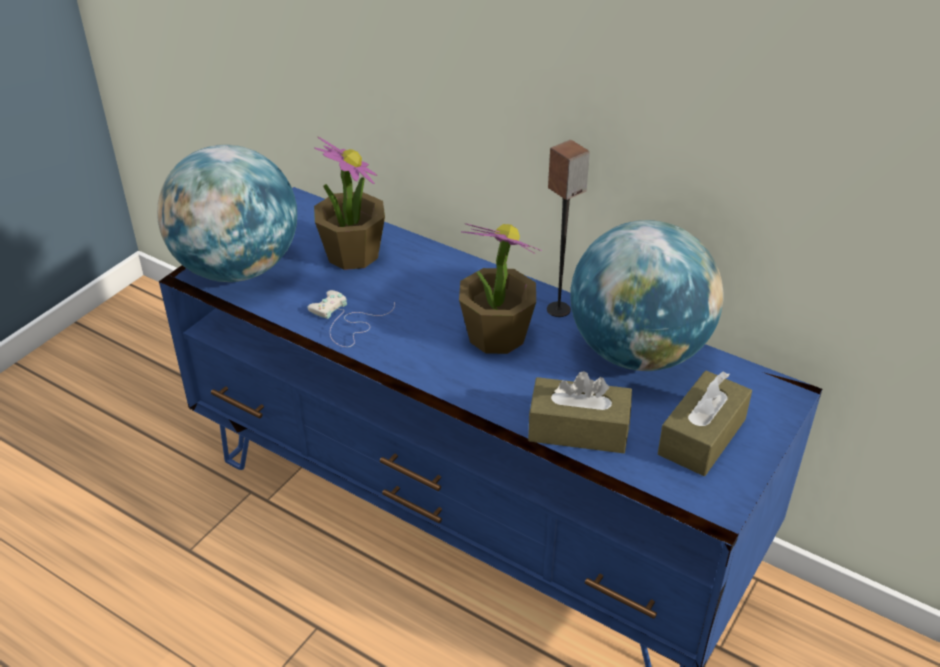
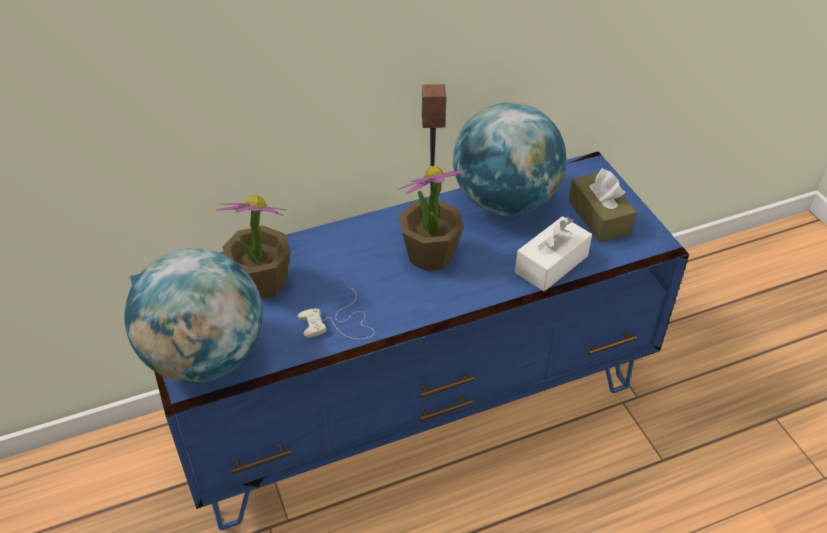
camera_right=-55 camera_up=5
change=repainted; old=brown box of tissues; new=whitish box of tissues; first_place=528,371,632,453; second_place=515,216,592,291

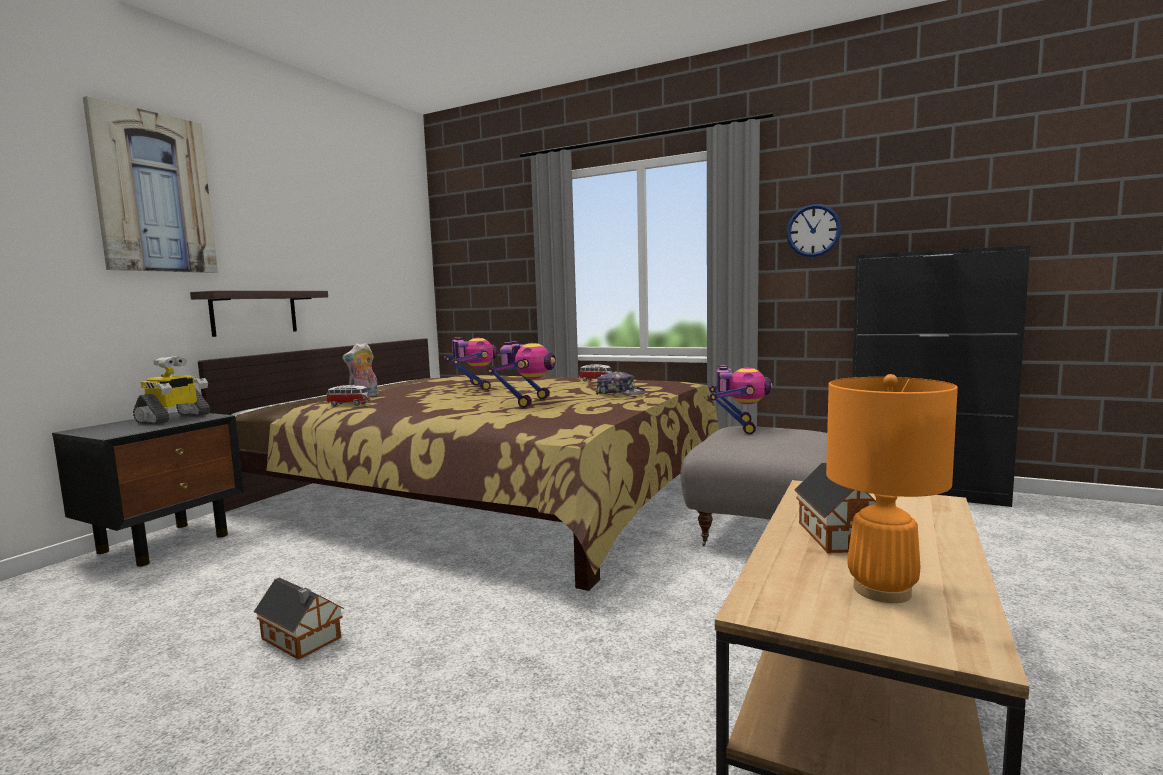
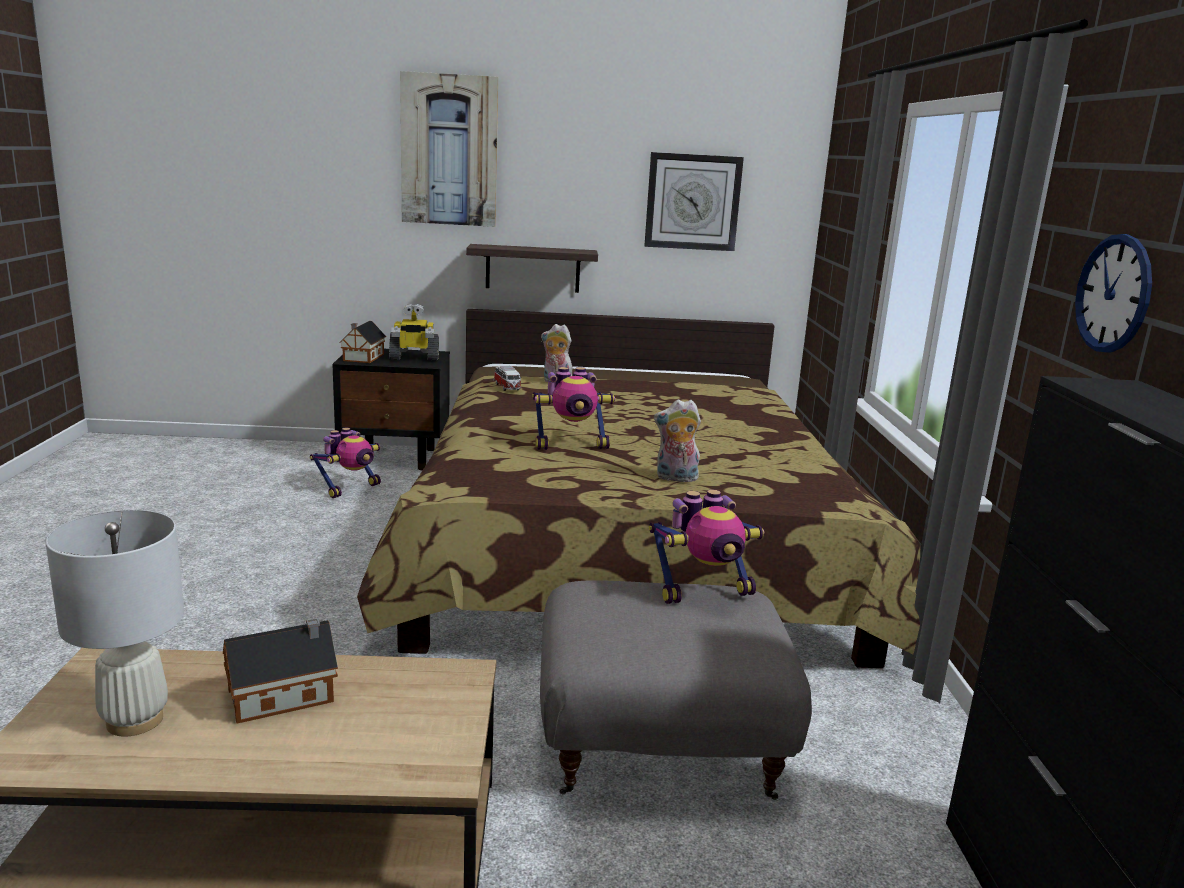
camera_right=60 camera_up=10
change=repainted; old=orangey table lamp; new=whitish table lamp; first_place=826,374,958,603; second_place=45,510,184,737
change=shifted; old=model robot; first_place=444,337,498,390; second_place=310,428,381,498
change=shifted; old=miniature house; first_place=254,578,344,660; second_place=339,321,386,363
change=new; new=wall clock; second_place=644,152,744,251
change=swapped; old=baseball cap; new=plush toy; first_place=596,371,645,395; second_place=654,400,701,482
change=gone; old=model car; first_place=579,364,612,381

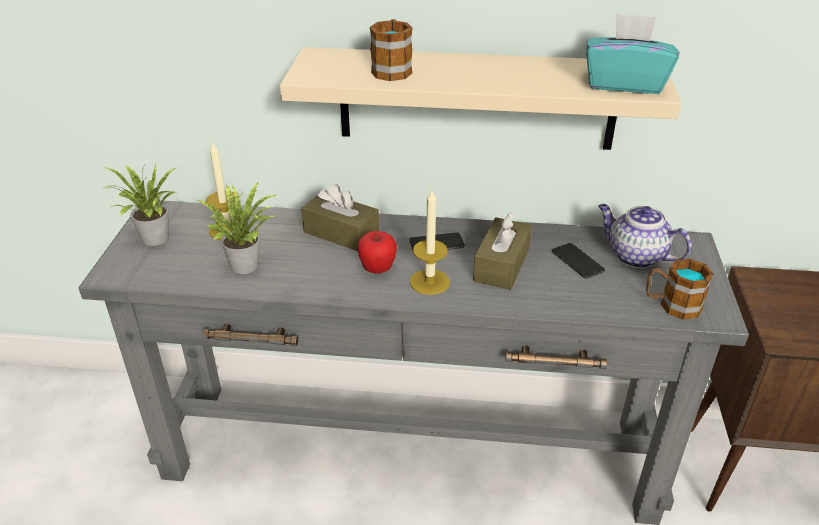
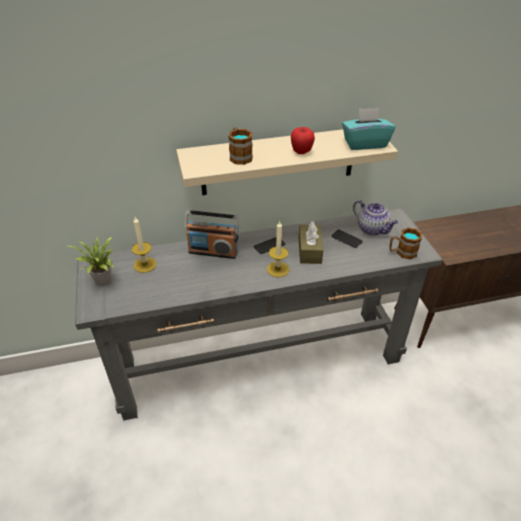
camera_right=-20 camera_up=5
change=swapped; old=brown box of tissues; new=radio set; first_place=301,184,379,251; second_place=185,210,239,259
change=shifted; old=apple; first_place=357,231,397,274; second_place=291,127,315,154
change=rotated; old=tea pot; first_place=598,204,692,268; second_place=353,200,398,236; degrees=-150
change=gone; old=houseplant; first_place=197,182,277,274

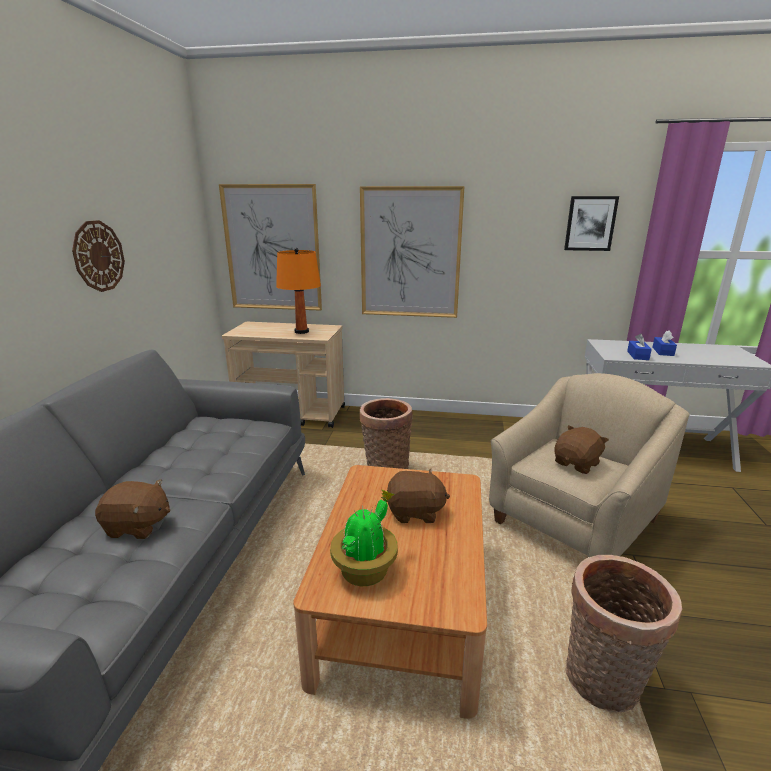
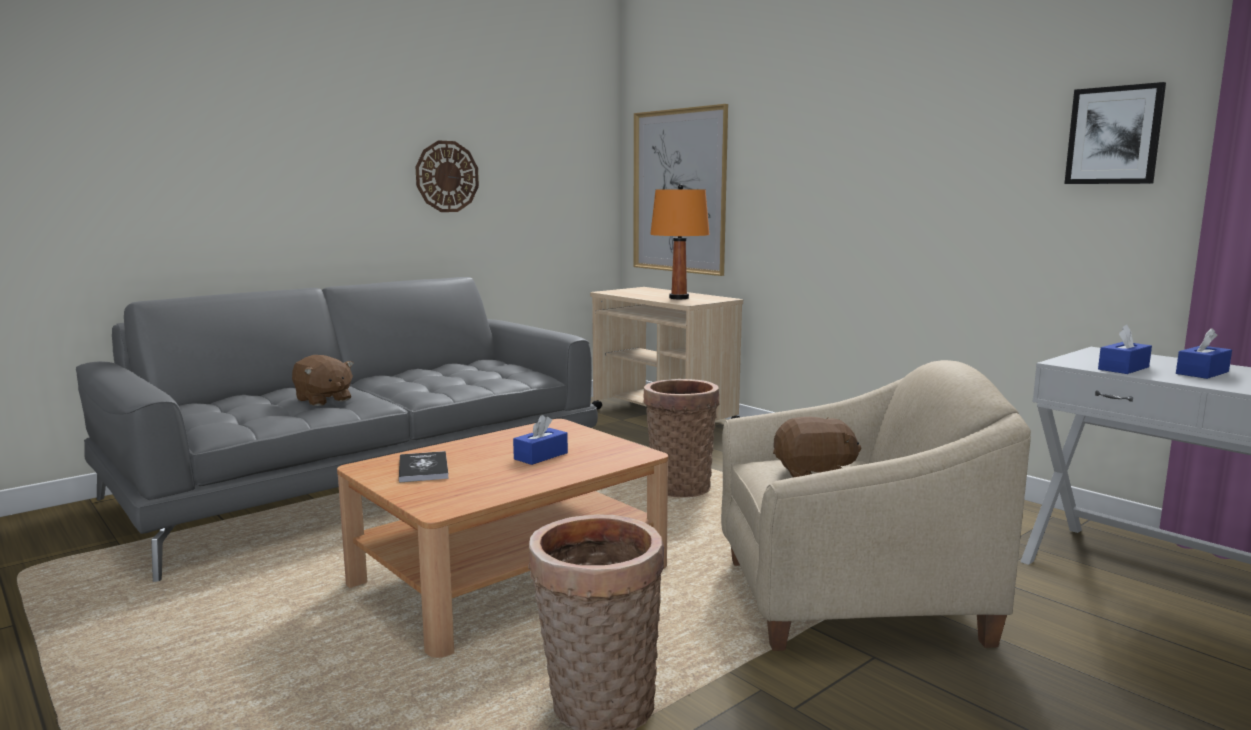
camera_right=40 camera_up=-10
change=swapped; old=houseplant; new=bound book; first_place=330,489,398,586; second_place=399,451,449,483
change=swapped; old=brown plush toy; new=blue box of tissues; first_place=387,469,450,523; second_place=513,415,568,465
change=gone; old=wall art; first_place=360,186,465,318

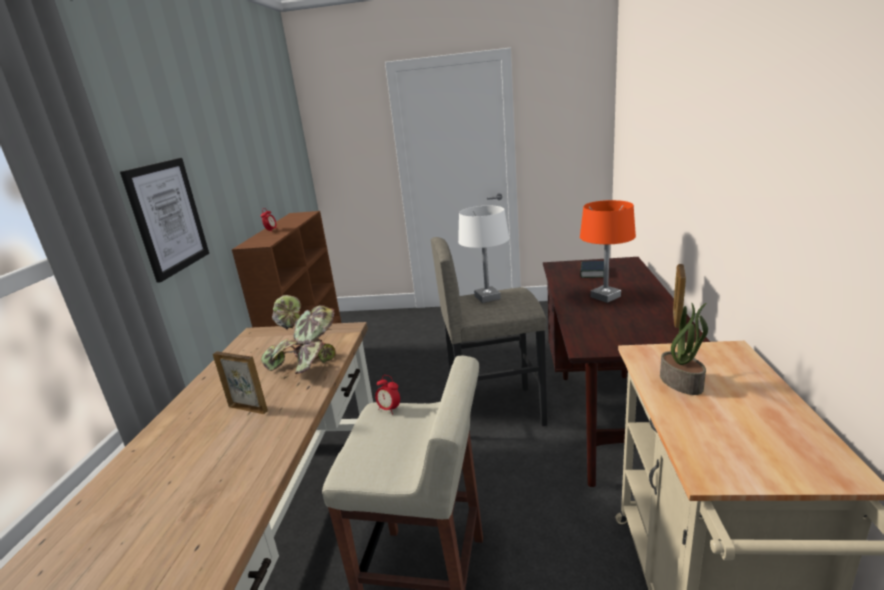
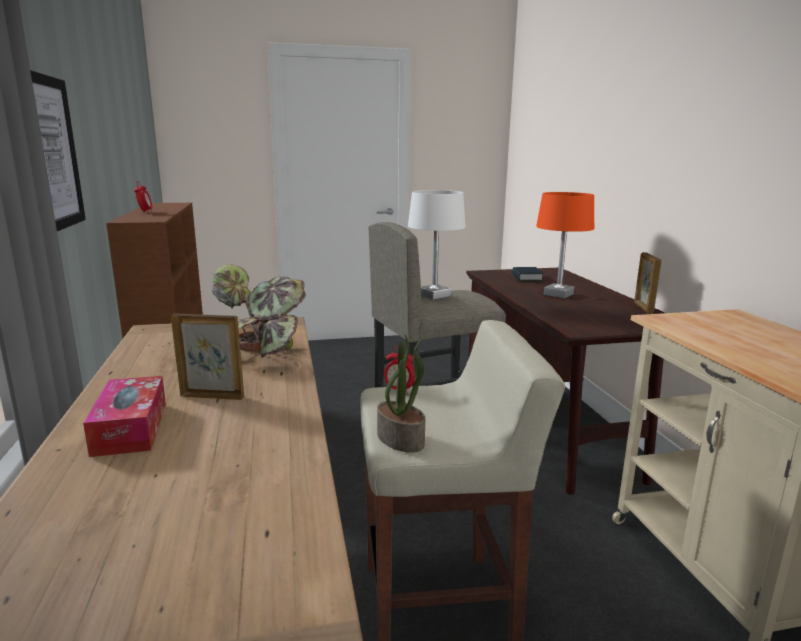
camera_right=-20 camera_up=-5
change=new; new=box of tissues; second_place=83,376,166,457
change=shifted; old=houseplant; first_place=660,303,708,395; second_place=377,335,425,453

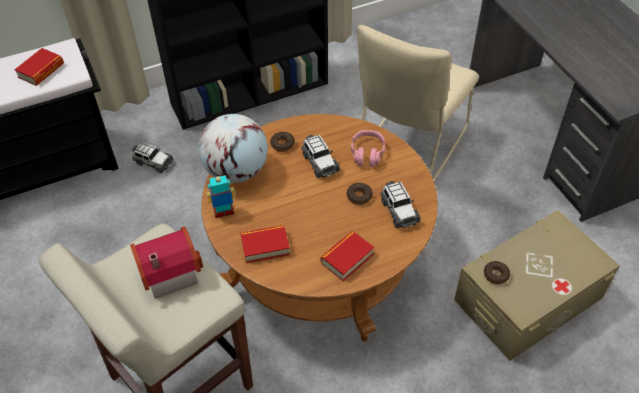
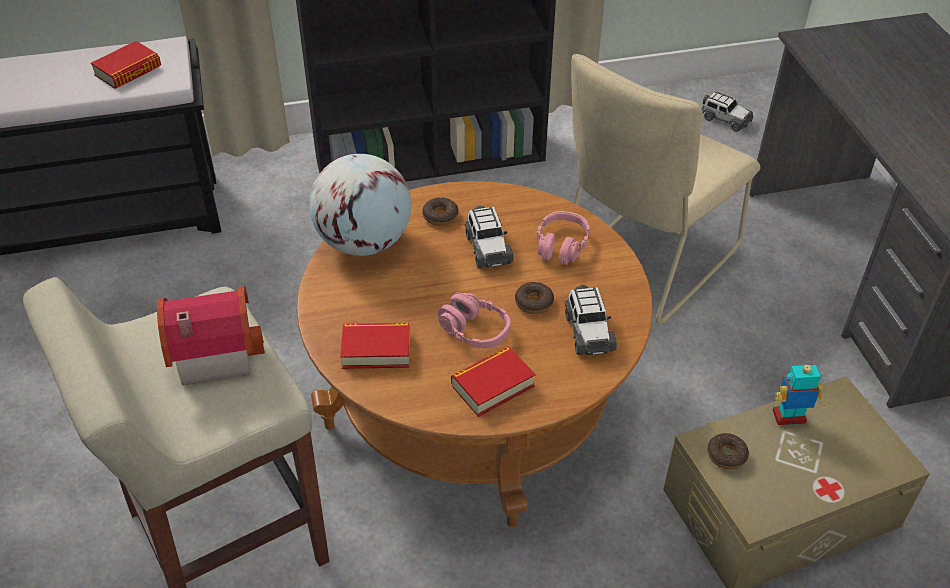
camera_right=10 camera_up=-5
change=new; new=pink pair of headphones; second_place=438,293,511,349
change=shifted; old=model car; first_place=132,142,173,173; second_place=701,91,753,132
change=shifted; old=model robot; first_place=206,175,236,218; second_place=773,361,823,425

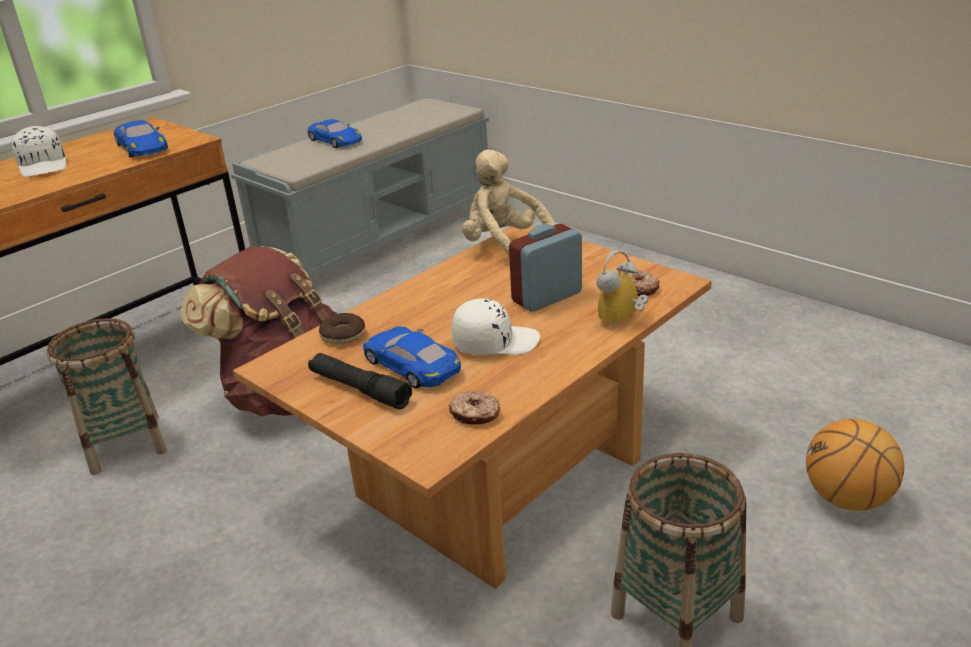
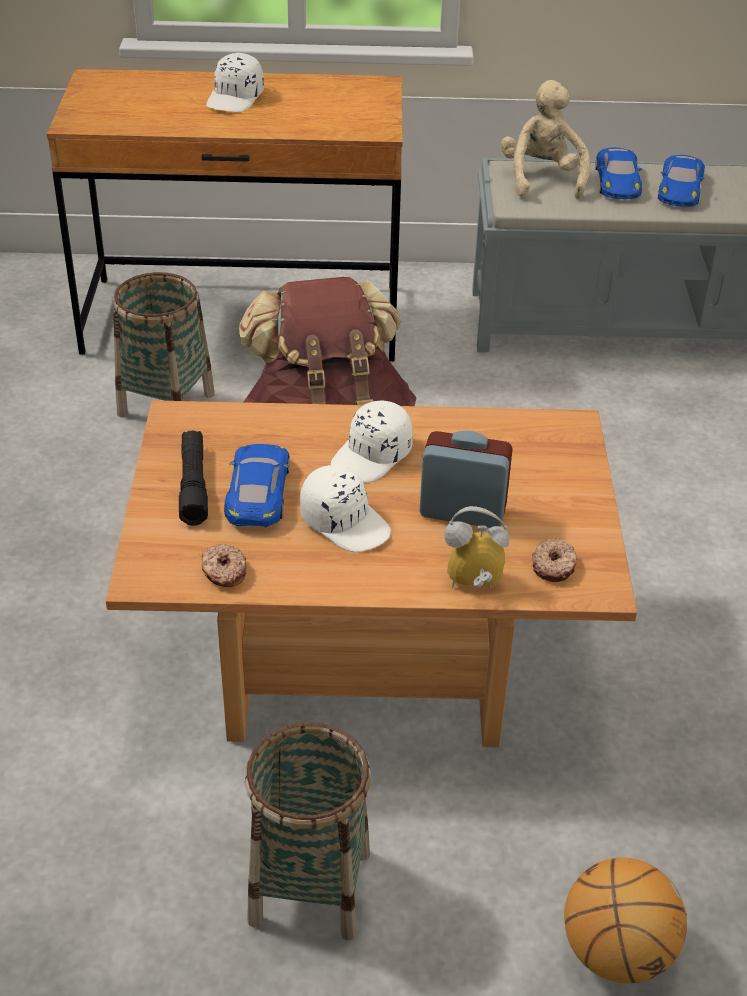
camera_right=45 camera_up=10
change=new; new=whitish baseball cap; second_place=331,401,413,482
change=shifted; old=beige-coloured plush toy; first_place=462,150,556,255; second_place=501,80,590,199
change=shifted; old=blue model car; first_place=114,120,168,158; second_place=658,155,705,207
change=gone; old=doughnut; first_place=319,313,365,345

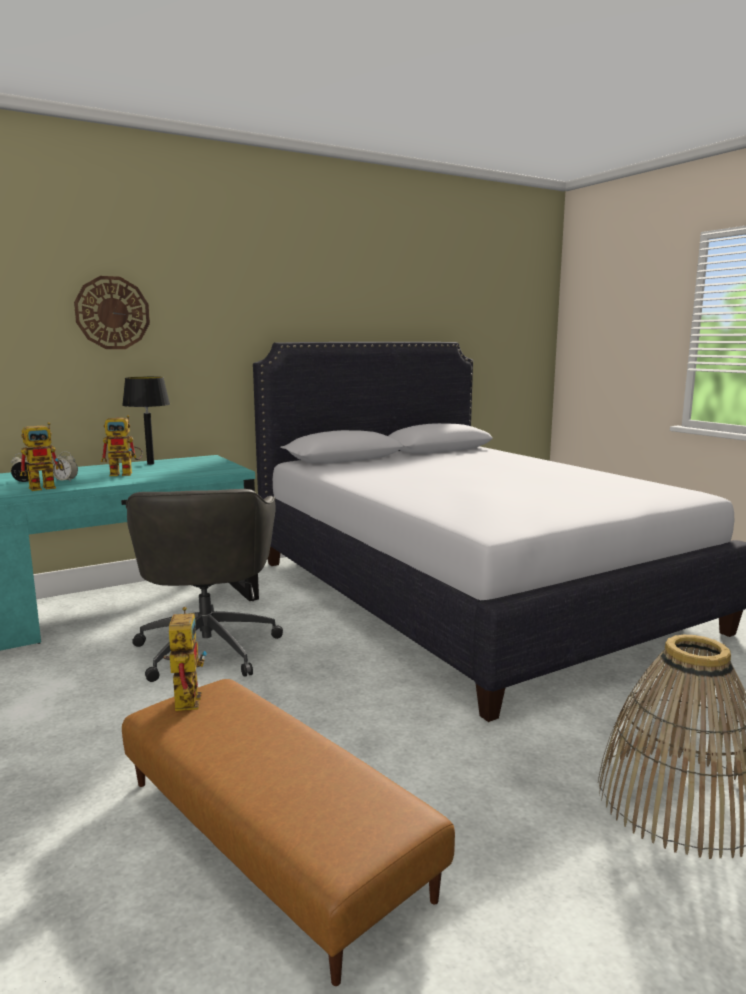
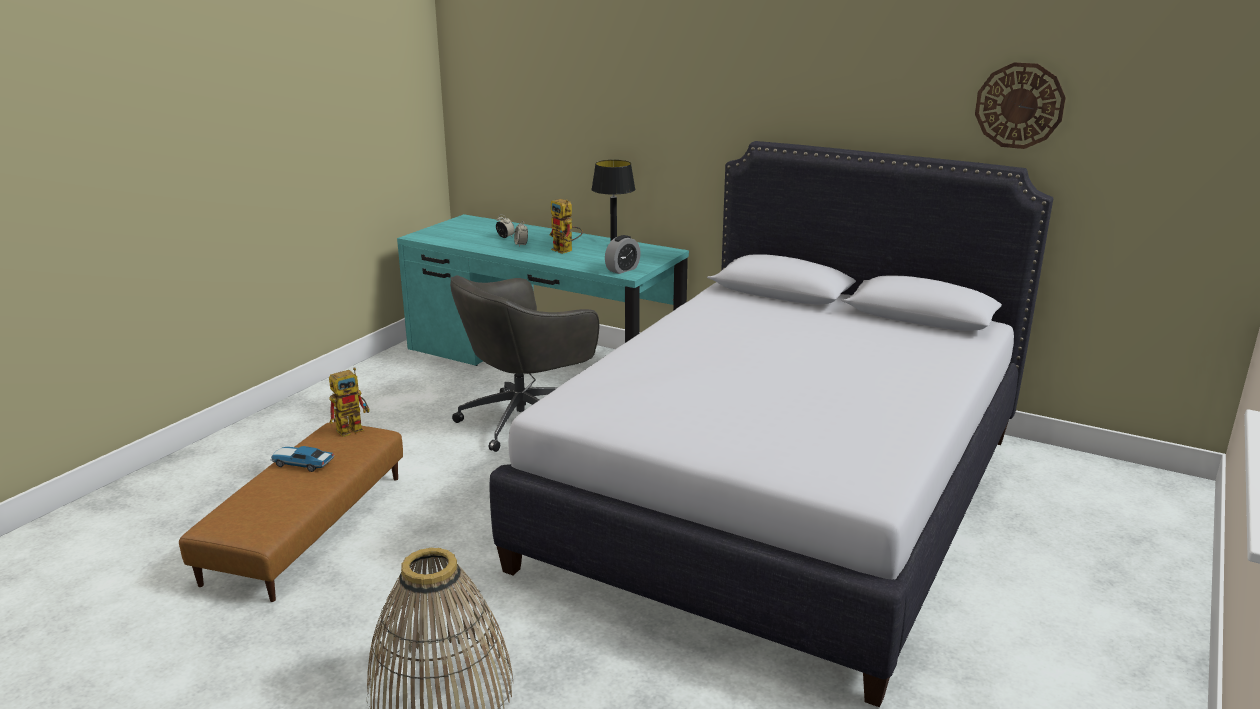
camera_right=60 camera_up=10
change=new; new=model car; second_place=270,446,334,472
change=new; new=alarm clock; second_place=605,235,641,274
change=shifted; old=wall clock; first_place=74,276,150,349; second_place=975,62,1066,149
change=gone; old=model robot; first_place=20,422,64,491

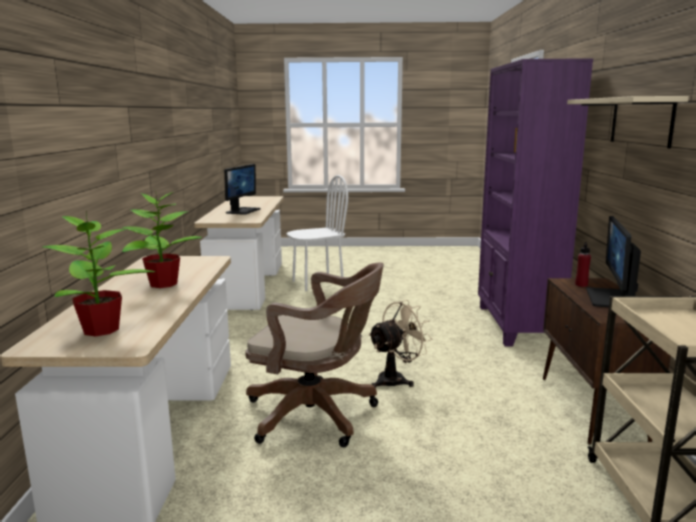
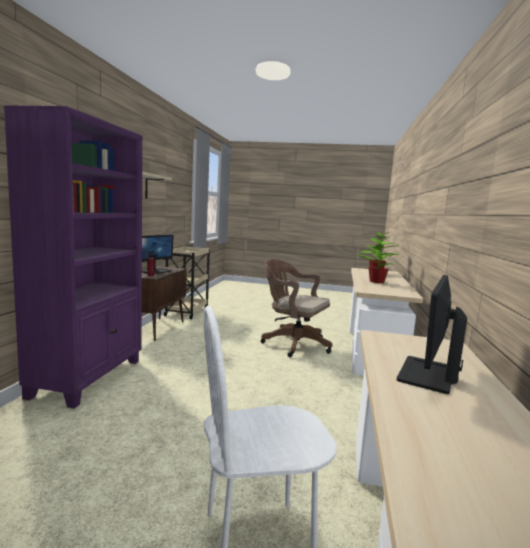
camera_right=-170 camera_up=-5
change=gone; old=beige-coloured fan; first_place=368,300,432,388

